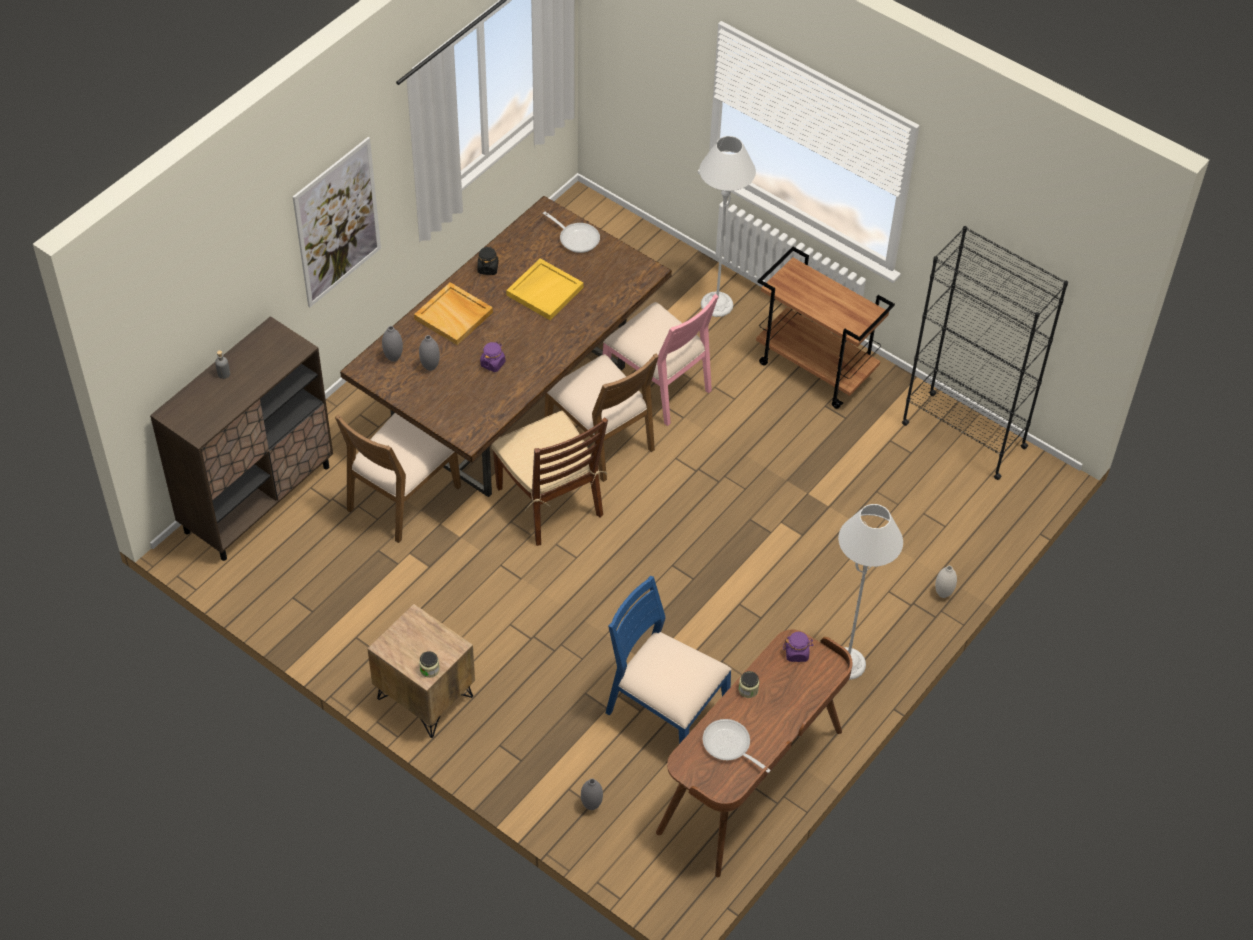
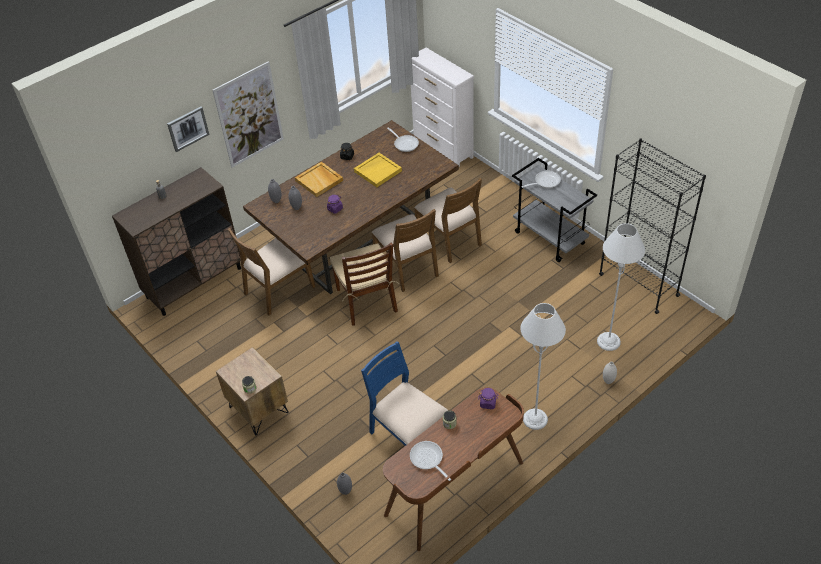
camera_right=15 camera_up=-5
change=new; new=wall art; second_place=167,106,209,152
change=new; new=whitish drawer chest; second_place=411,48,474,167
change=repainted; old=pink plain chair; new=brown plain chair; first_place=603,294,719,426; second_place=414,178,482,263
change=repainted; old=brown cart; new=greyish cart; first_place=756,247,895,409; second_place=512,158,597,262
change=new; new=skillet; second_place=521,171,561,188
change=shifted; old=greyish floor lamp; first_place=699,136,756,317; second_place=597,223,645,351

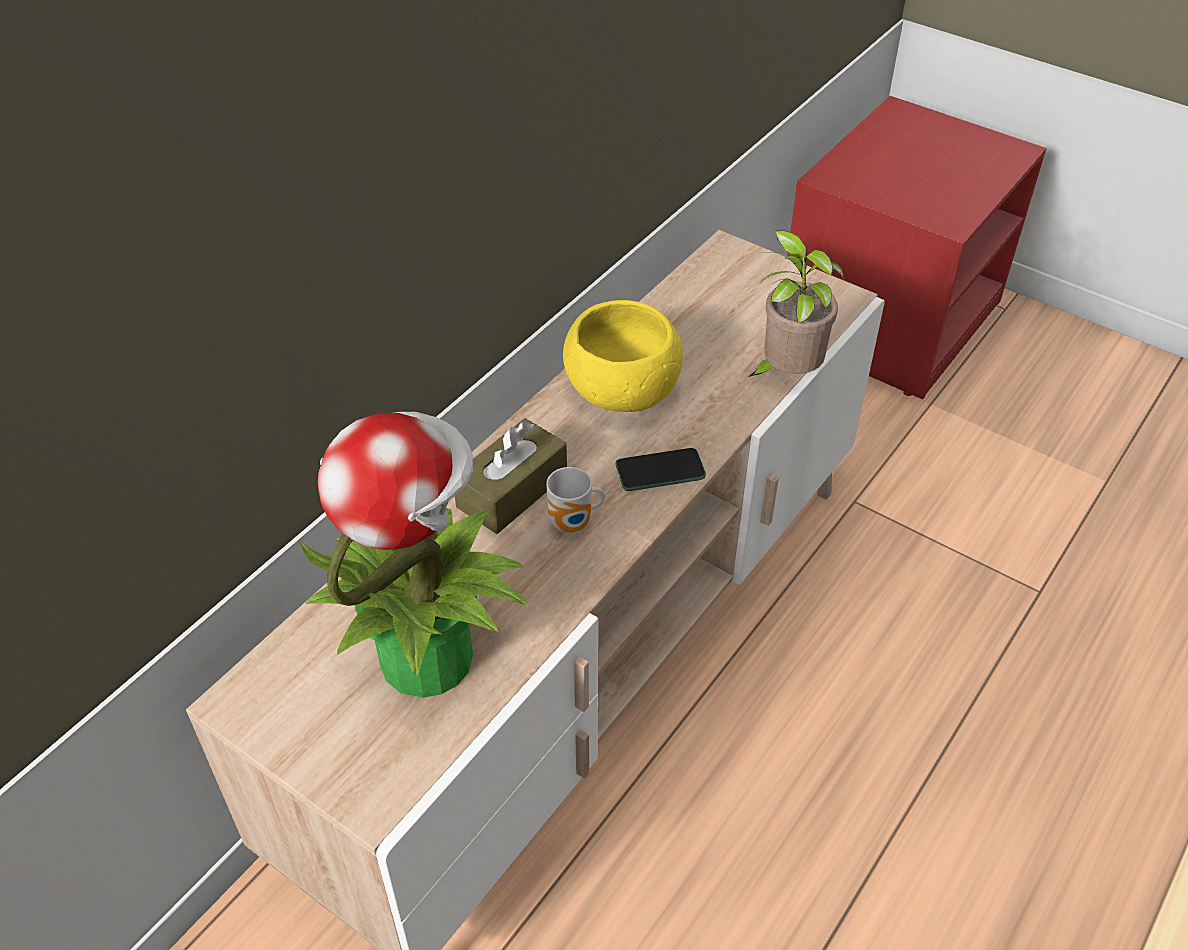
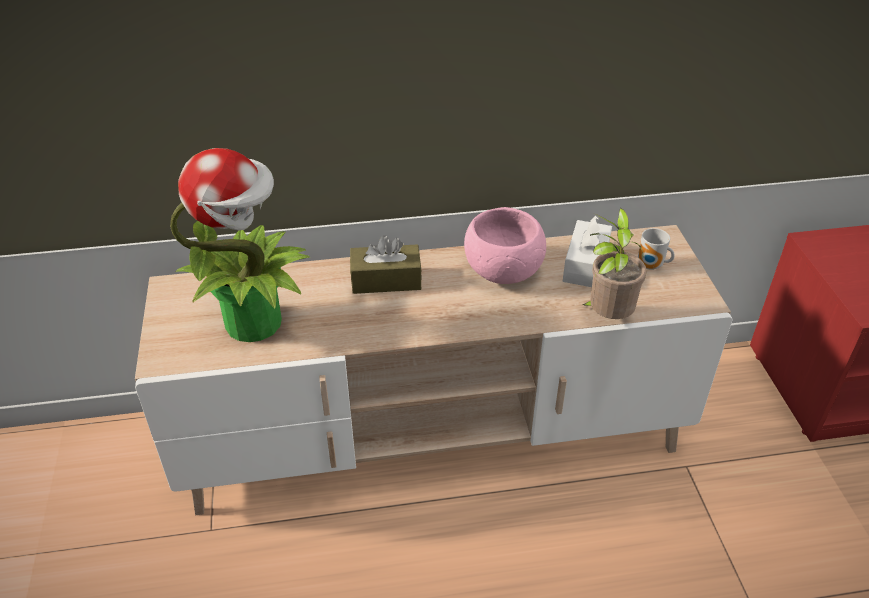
camera_right=45 camera_up=-5
change=repainted; old=yellow-coloured serving bowl; new=pink serving bowl; first_place=563,300,683,412; second_place=464,207,546,284
change=new; new=whitish box of tissues; second_place=563,216,612,287
change=shifted; old=tea mug; first_place=546,467,605,533; second_place=638,228,675,270
change=gone; old=phone; first_place=615,448,706,491

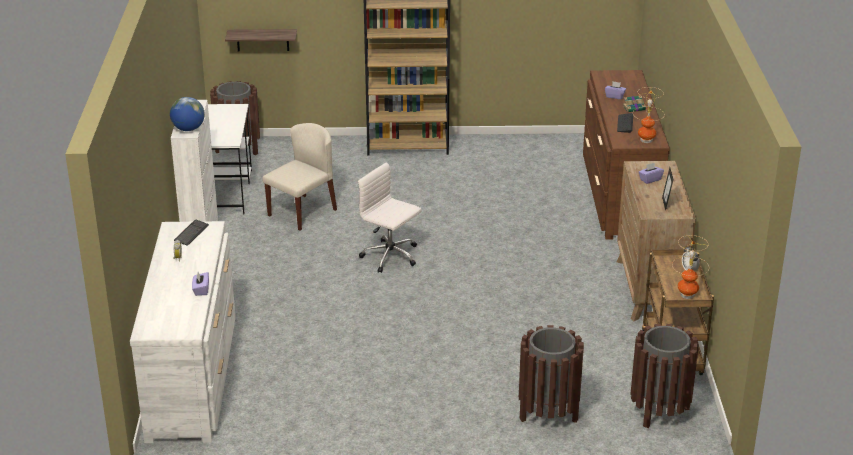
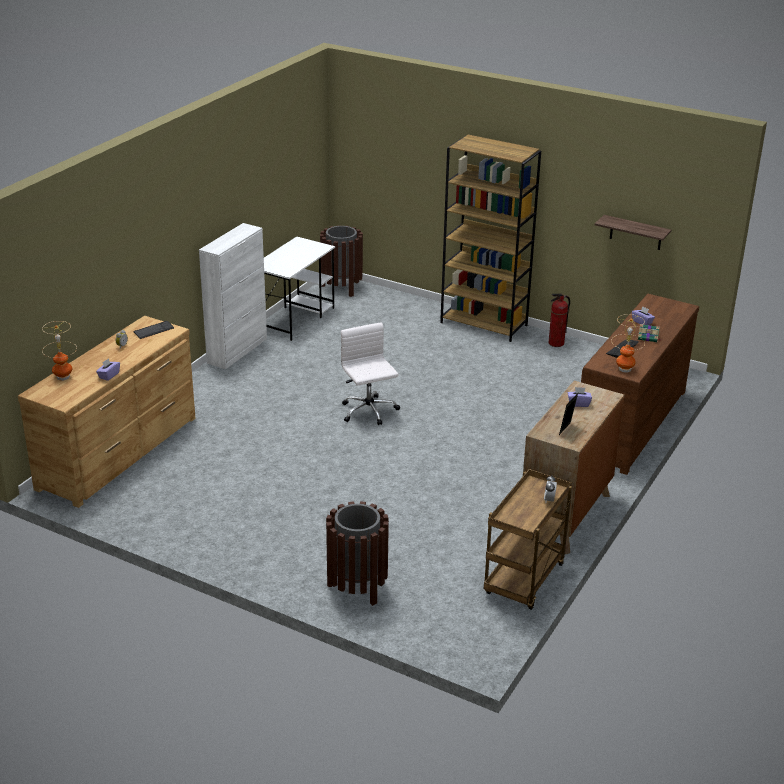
camera_right=30 camera_up=0
change=repainted; old=whitish drawer chest; new=brown drawer chest; first_place=130,221,236,443; second_place=18,316,196,508
change=shifted; old=table lamp; first_place=672,235,709,299; second_place=42,321,77,381
change=new; new=fire-fighting cylinder; second_place=549,294,570,347
change=shifted; old=shelf; first_place=225,29,297,51; second_place=595,215,671,250
change=gone; old=globe; first_place=170,97,205,131
change=gone; old=beige-coloured plain chair; first_place=262,123,337,231
change=gone; old=brown waste bin; first_place=630,324,699,428

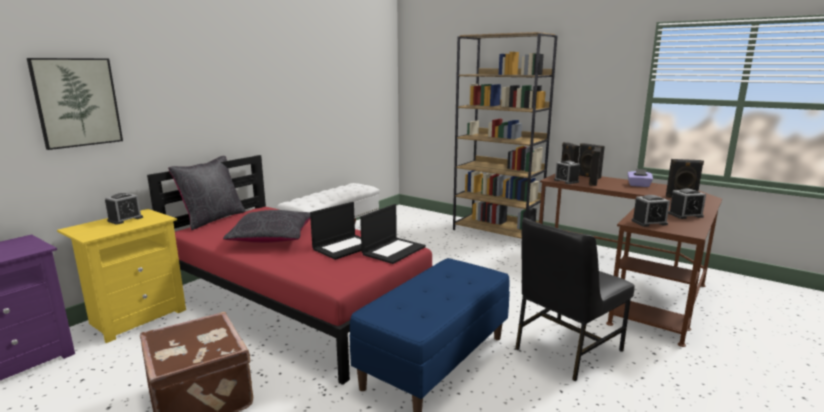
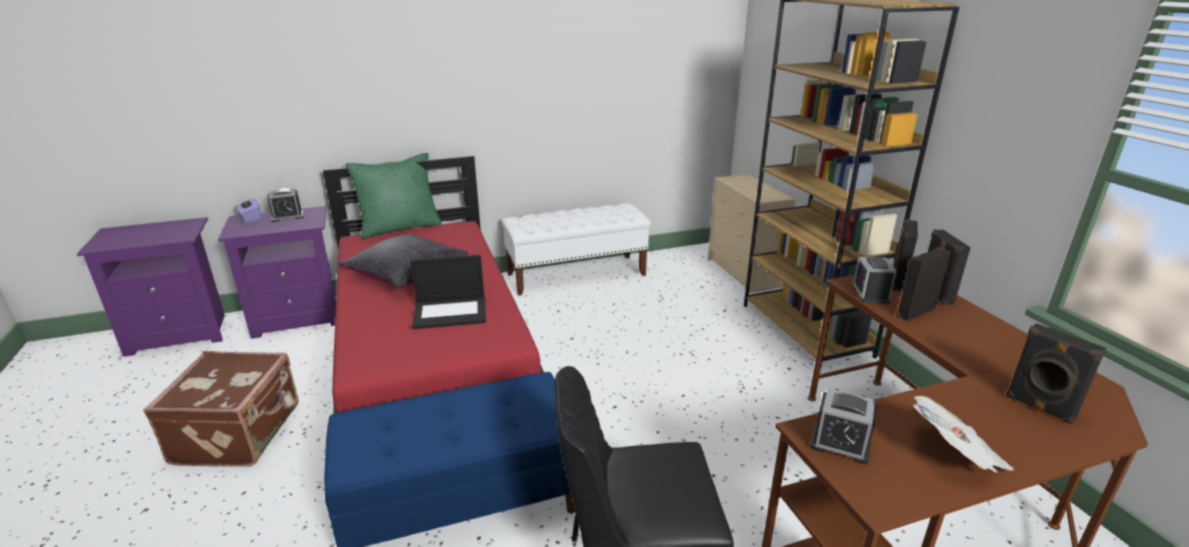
camera_right=35 camera_up=10
change=repainted; old=yellow-coloured nightstand; new=purple nightstand; first_place=57,209,186,343; second_place=218,206,336,339
change=shifted; old=purple box of tissues; first_place=628,169,653,187; second_place=235,197,261,224
change=repainted; old=blackish throw pillow; new=green-coloured throw pillow; first_place=168,156,246,230; second_place=345,153,442,239
change=new; new=beige-coloured drawer chest; second_place=708,174,796,293
change=swapped; old=alarm clock; new=daily paper; first_place=668,188,706,219; second_place=913,396,1014,473
change=gone; old=wall art; first_place=27,58,123,150
change=gone; old=portable computer; first_place=360,204,426,264

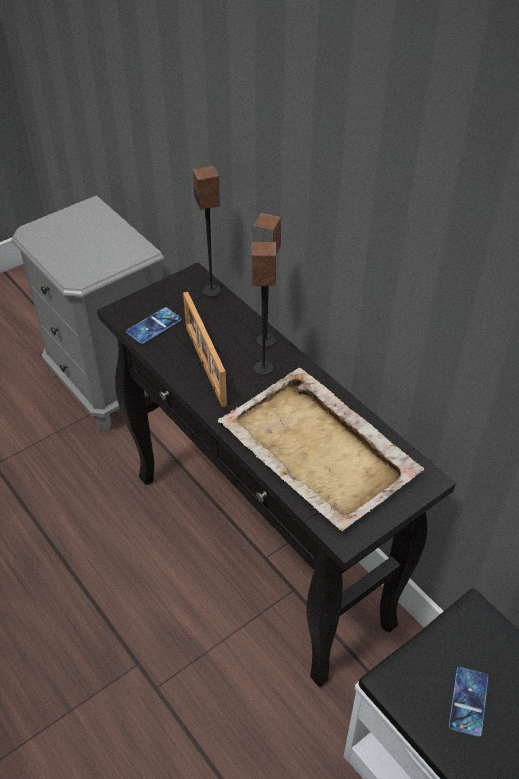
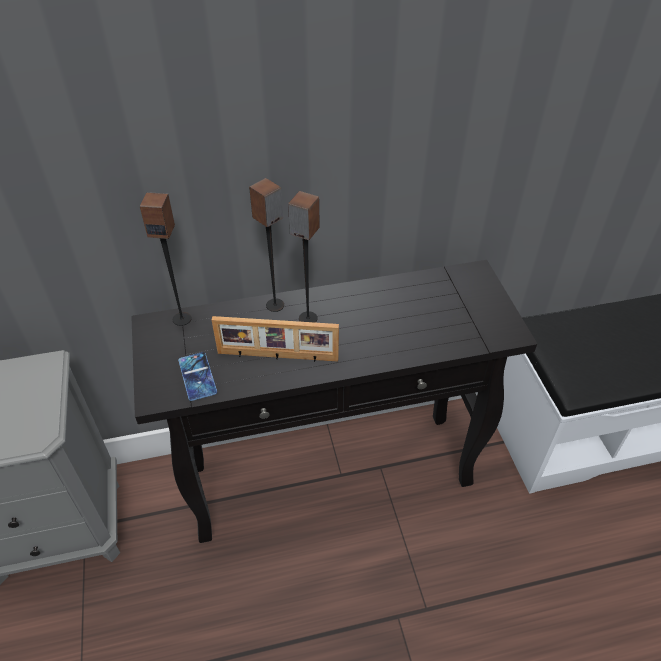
camera_right=-65 camera_up=0
change=gone; old=beige-coloured tray; first_place=218,368,424,531
change=gone; old=phone; first_place=449,667,488,737

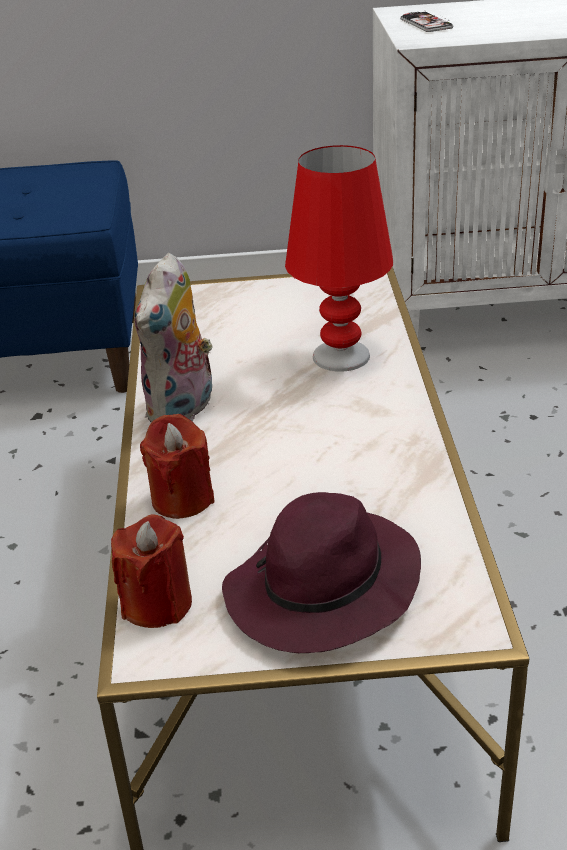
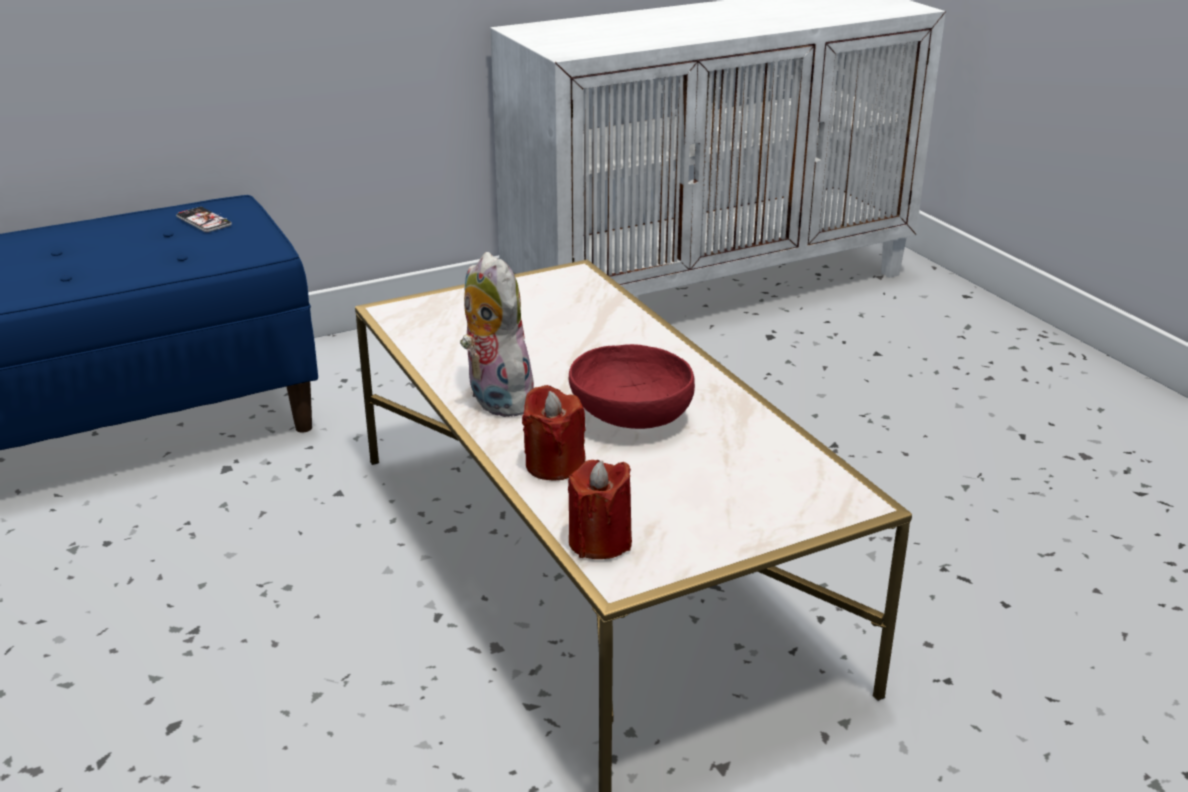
camera_right=-25 camera_up=-5
change=shifted; old=phone; first_place=400,10,454,32; second_place=176,206,232,232
change=rotated; old=plush toy; first_place=134,253,214,423; second_place=460,252,534,417; degrees=150
change=new; new=reddish serving bowl; second_place=569,344,695,429
change=gone; old=purple wearable hat; first_place=222,492,421,653
change=gone; old=reddish table lamp; first_place=285,145,393,372

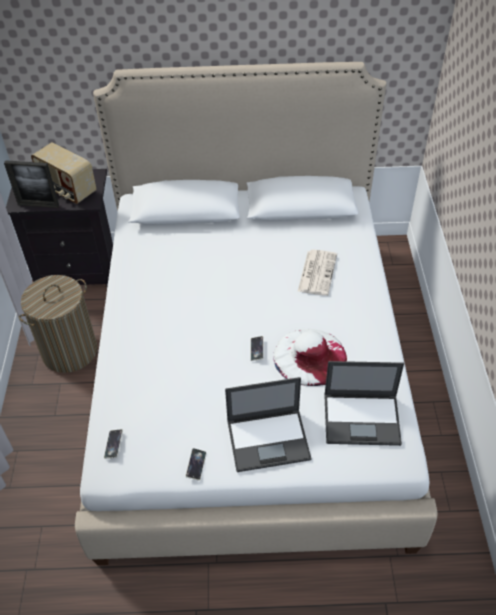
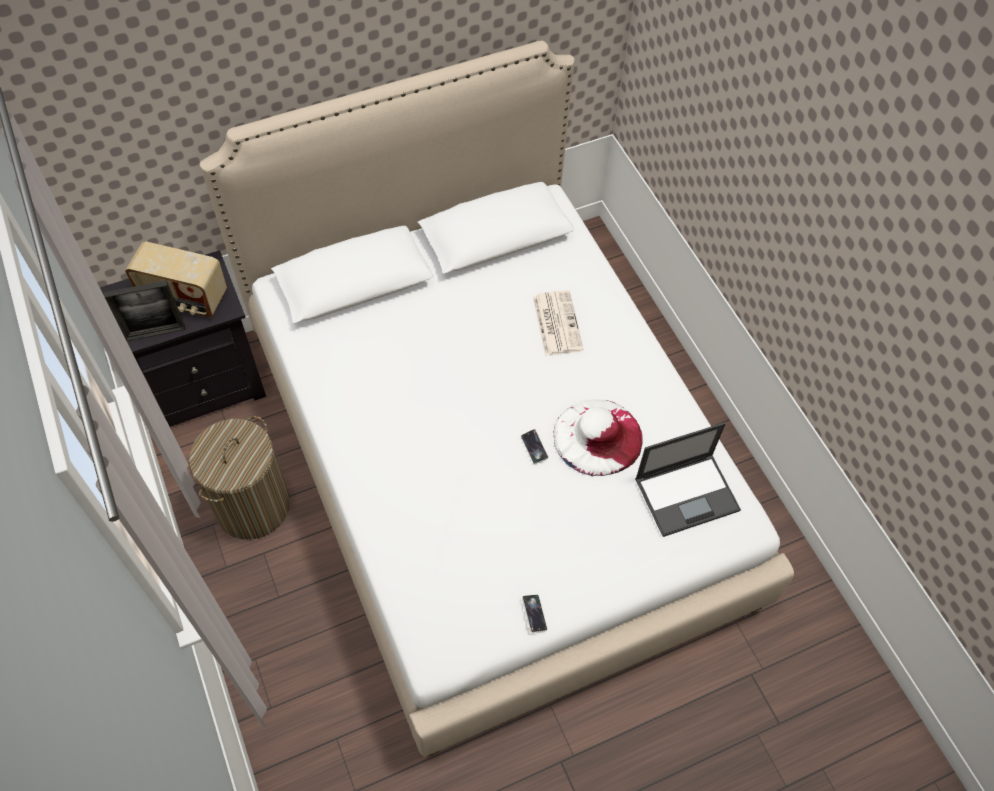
camera_right=-25 camera_up=10
change=gone; old=phone; first_place=104,429,123,459
change=gone; old=portable computer; first_place=225,377,312,472

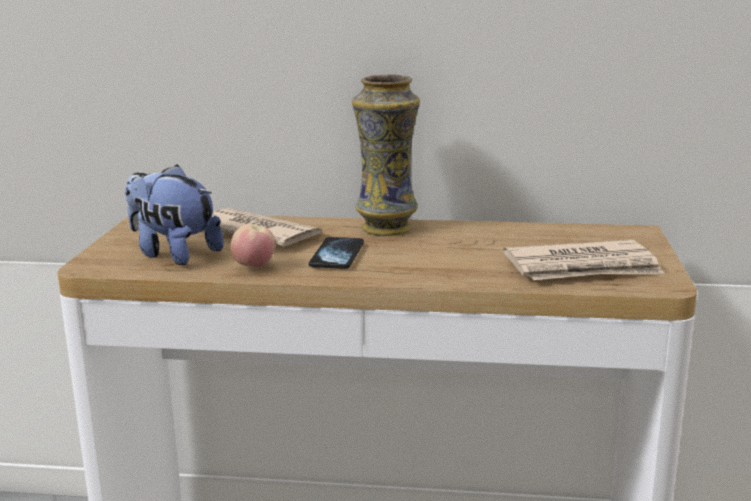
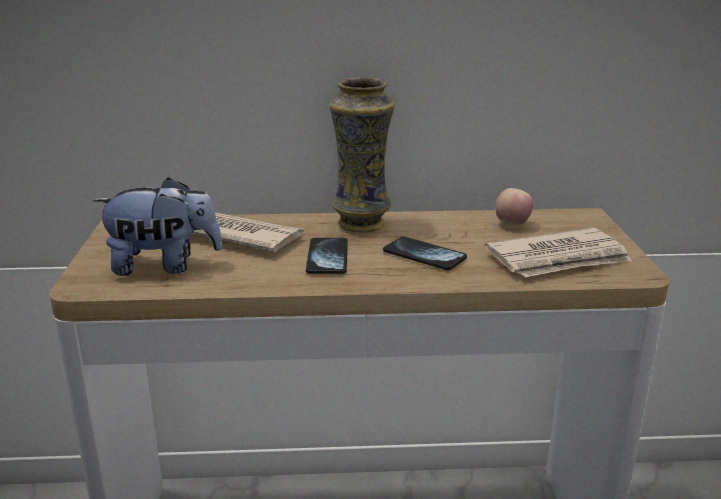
camera_right=-10 camera_up=5
change=rotated; old=plush toy; first_place=125,165,224,265; second_place=93,177,222,276; degrees=150
change=new; new=phone; second_place=383,237,467,270
change=shifted; old=apple; first_place=230,224,275,268; second_place=495,188,533,225

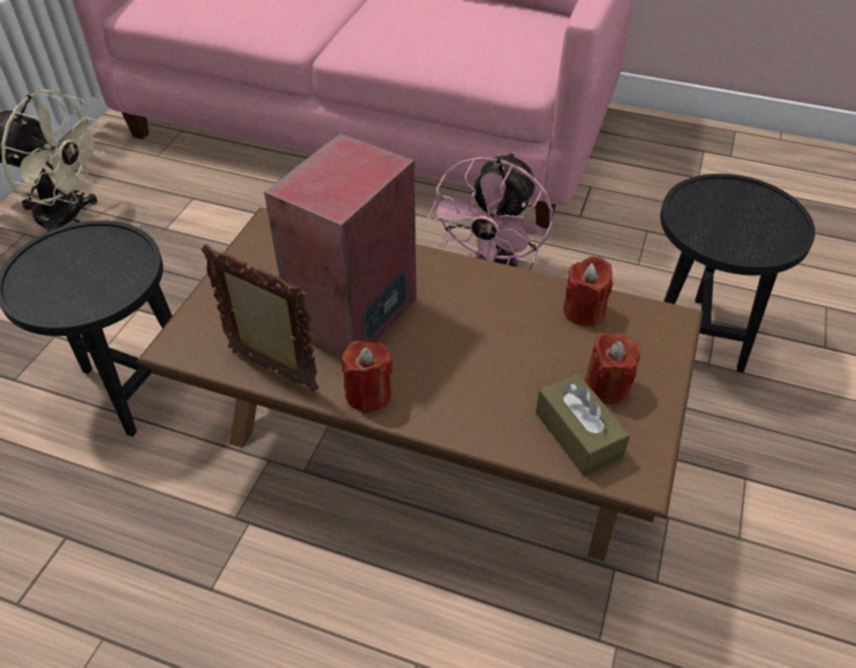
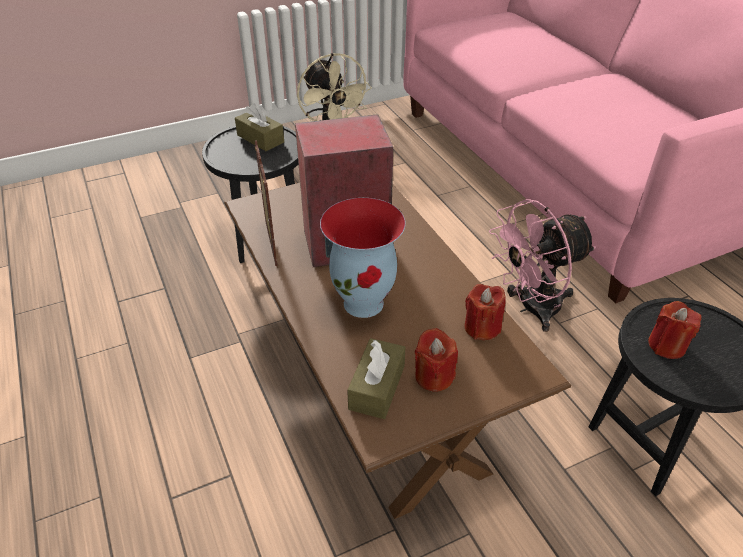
camera_right=45 camera_up=-5
change=new; new=brown box of tissues; second_place=235,103,284,151
change=new; new=decorative vase; second_place=320,198,406,318
change=shifted; old=reddish candle; first_place=342,340,393,413; second_place=648,301,702,359

